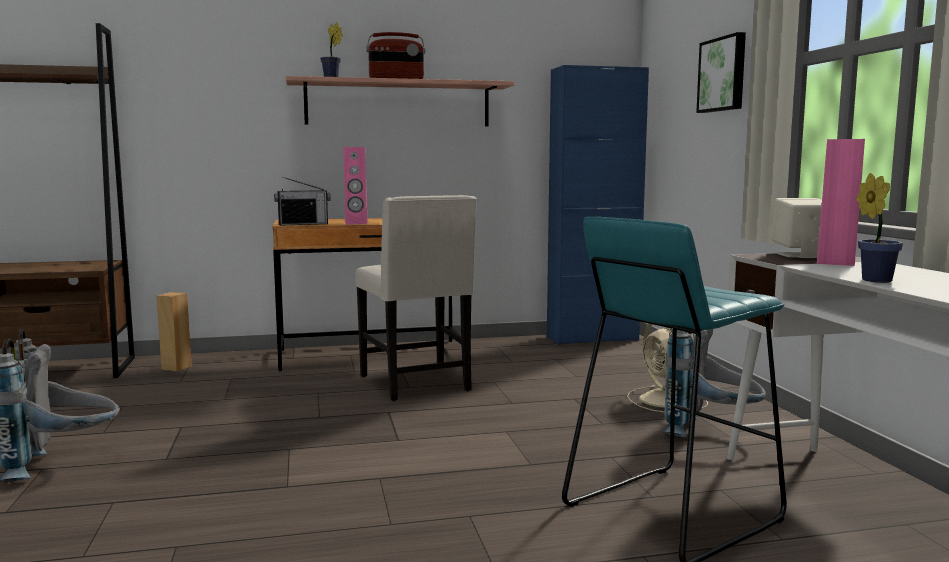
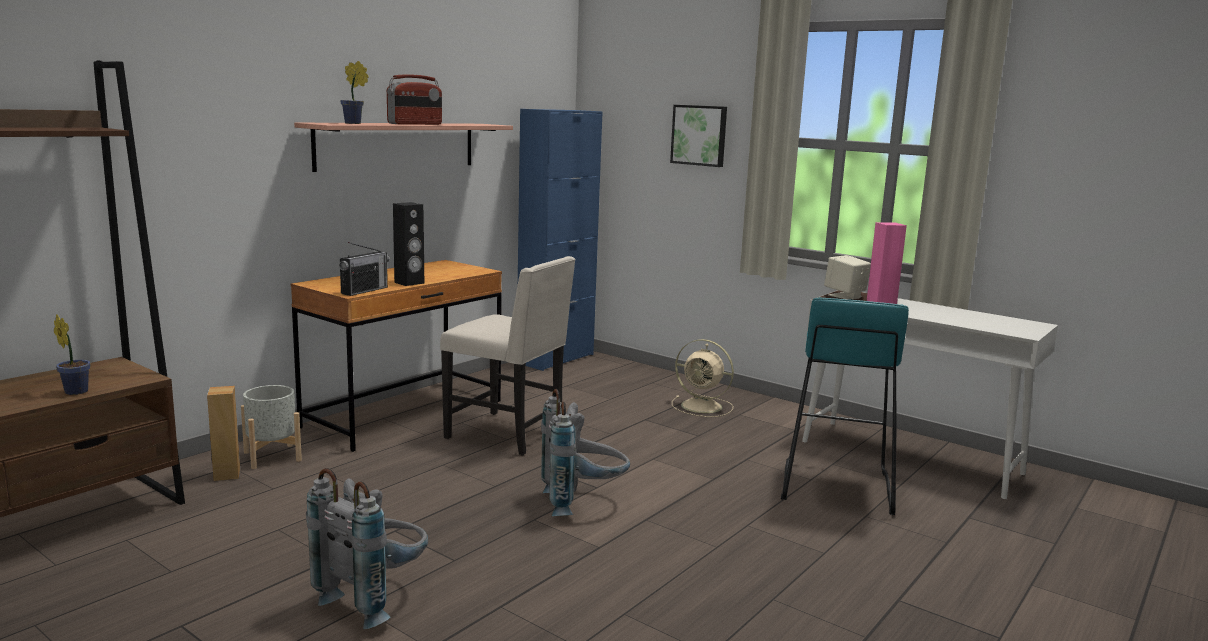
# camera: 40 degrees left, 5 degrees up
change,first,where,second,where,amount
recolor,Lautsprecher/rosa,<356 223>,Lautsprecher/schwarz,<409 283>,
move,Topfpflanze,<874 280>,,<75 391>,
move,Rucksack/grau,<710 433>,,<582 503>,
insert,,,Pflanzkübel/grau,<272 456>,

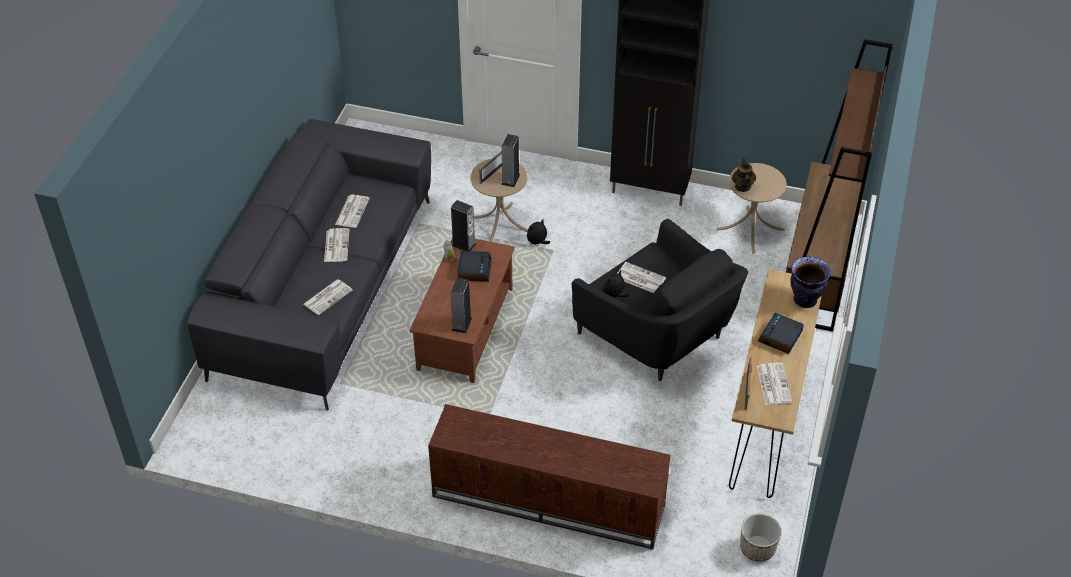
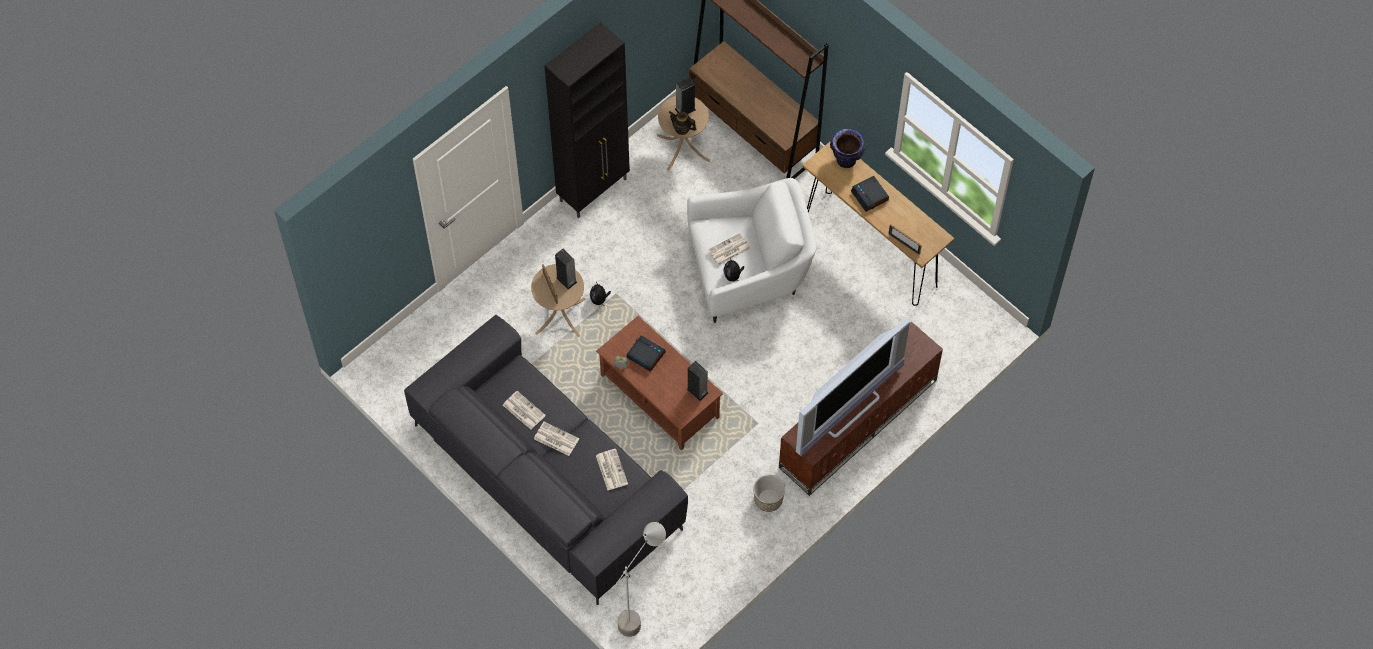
# camera: 60 degrees left, 15 degrees up
change,first,where,second,where,amount
move,Lautsprecher,<463 244>,,<685 109>,
recolor,Sessel/schwarz,<657 334>,Sessel/weiß,<749 270>,
delete,Zeitung,<773 384>,,,
move,Pflanzkübel,<757 548>,,<768 499>,
insert,,,Fernseher,<848 409>,
insert,,,Stehlampe/grau,<641 611>,

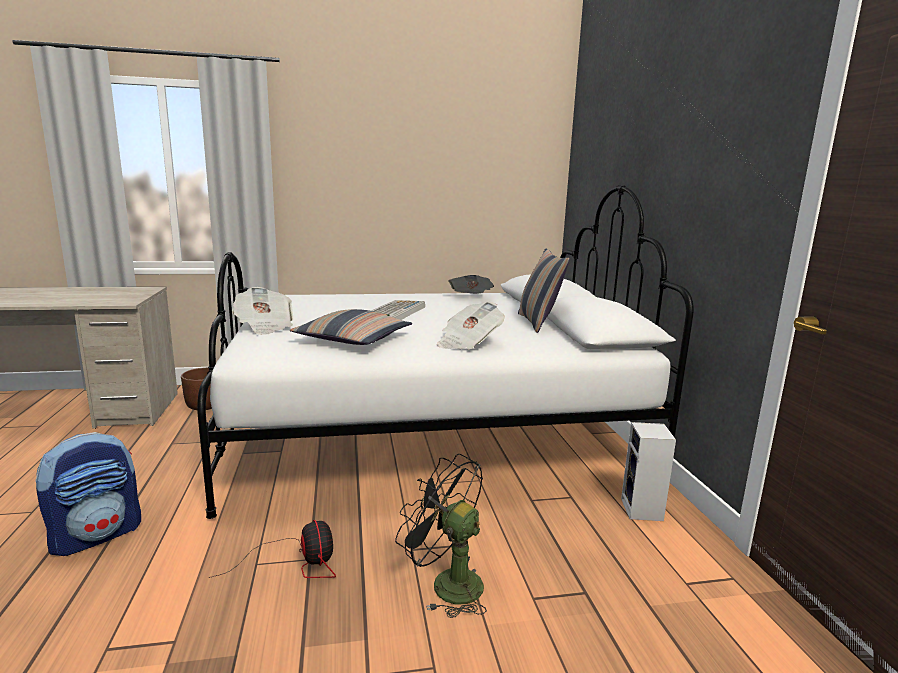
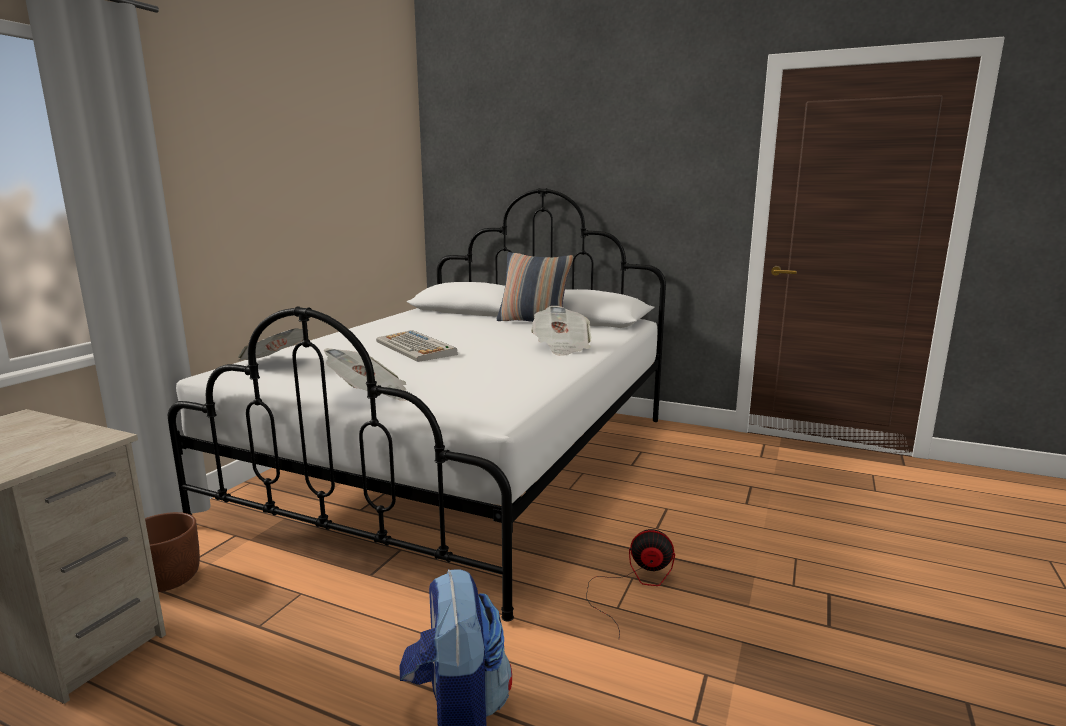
# camera: 55 degrees left, 0 degrees up
change,first,where,second,where,amount
move,Zeitung,<471 297>,,<274 363>,
delete,Kissen,<353 340>,,,
delete,Lautsprecher,<643 511>,,,
delete,Ventilator/schwarz,<447 583>,,,

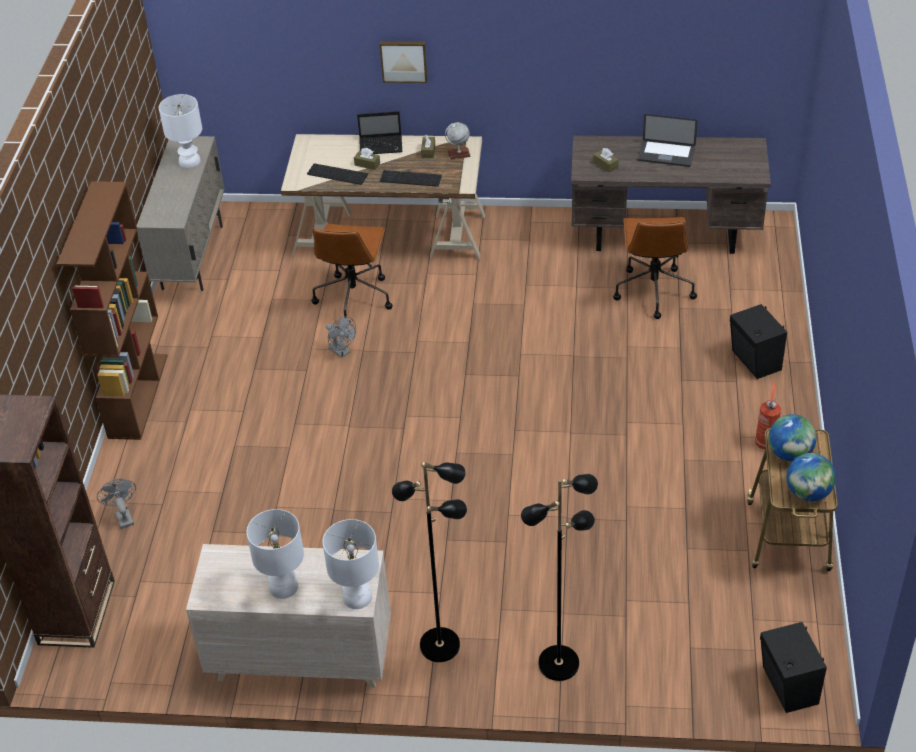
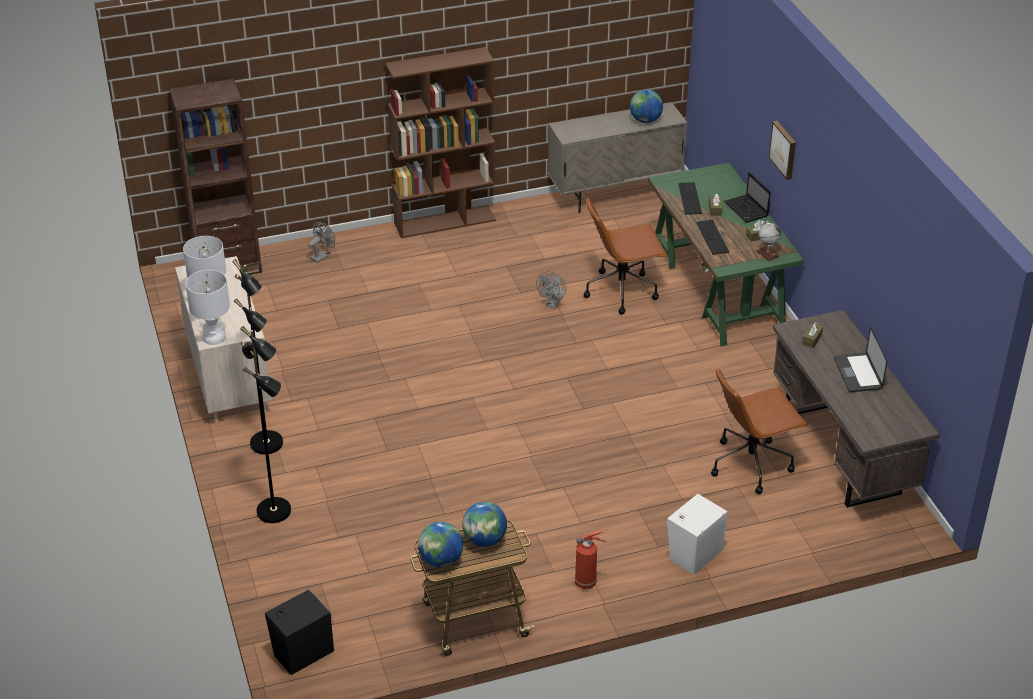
# camera: 65 degrees right, 5 degrees down
change,first,where,second,where,amount
replace,Tischlampe/weiß,<189 161>,Globus,<645 120>,
recolor,Schreibtisch/beige,<390 234>,Schreibtisch/grün,<718 286>,
recolor,Lautsprecher/schwarz,<754 361>,Lautsprecher/weiß,<693 553>,

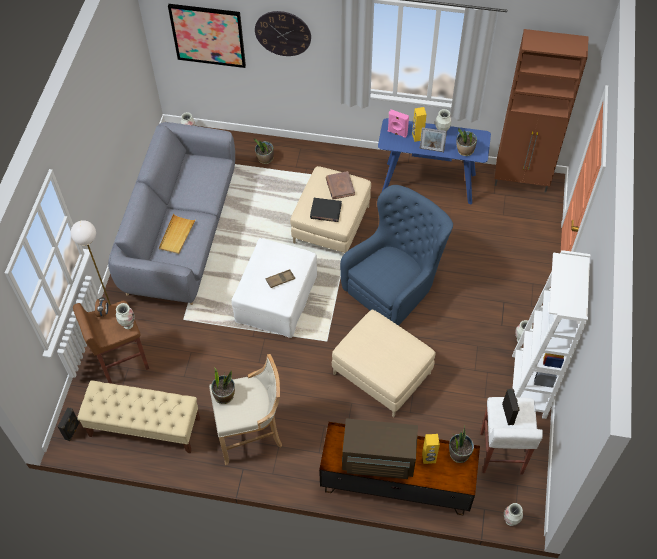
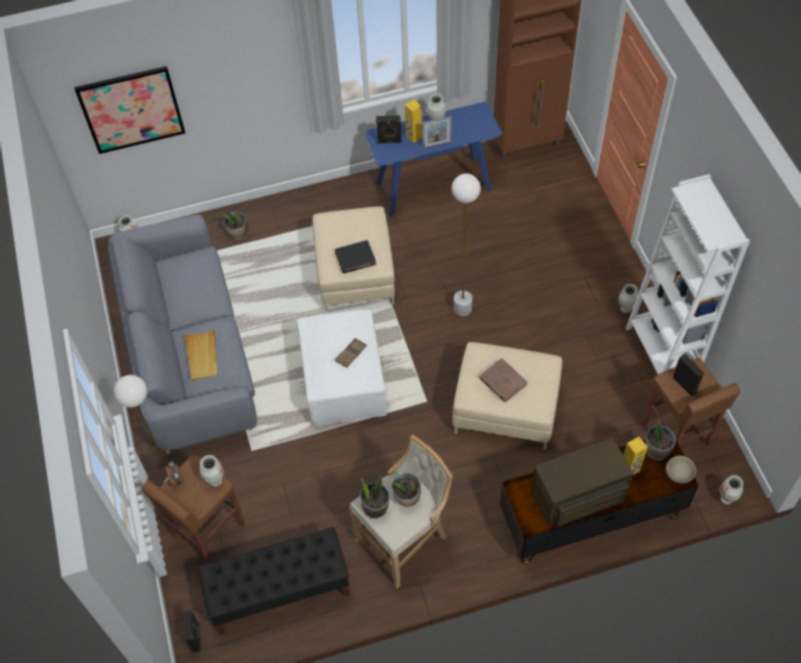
# camera: 25 degrees left, 0 degrees up
change,first,where,second,where,amount
delete,Wanduhr,<283 33>,,,
recolor,Lautsprecher/rosa,<397 133>,Lautsprecher/schwarz,<389 141>,
move,Topfpflanze,<465 150>,,<407 497>,
move,Buch/braun,<340 186>,,<502 382>,
replace,Sessel/blau,<395 284>,Stehlampe/weiß,<462 308>,
recolor,Bank/beige,<144 427>,Bank/schwarz,<279 592>,
recolor,Hocker/weiß,<500 454>,Hocker/braun,<675 435>,
insert,,,Schüssel/beige,<679 474>,

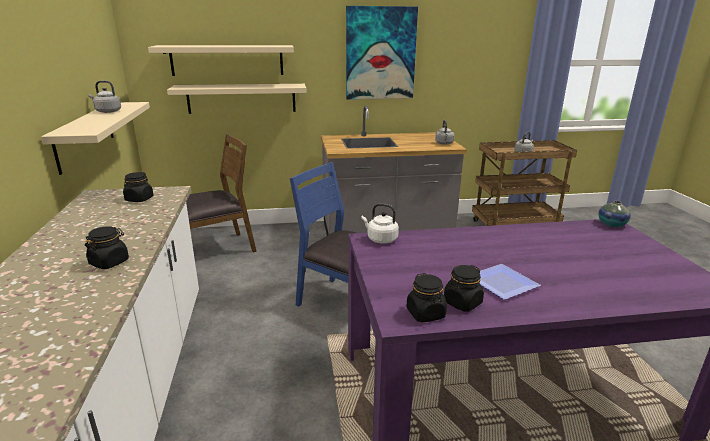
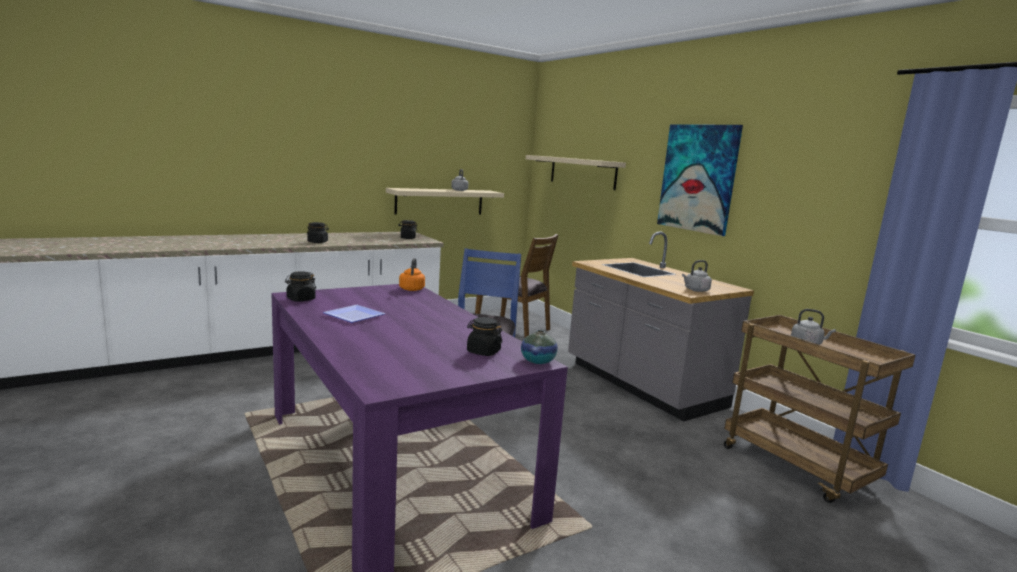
# camera: 65 degrees right, 10 degrees down
change,first,where,second,where,amount
delete,Wandregal/beige,<241 98>,,,
recolor,Wasserkessel/weiß,<380 239>,Wasserkessel/orange,<412 289>,
move,Vorratsglas/schwarz,<462 303>,,<483 352>,

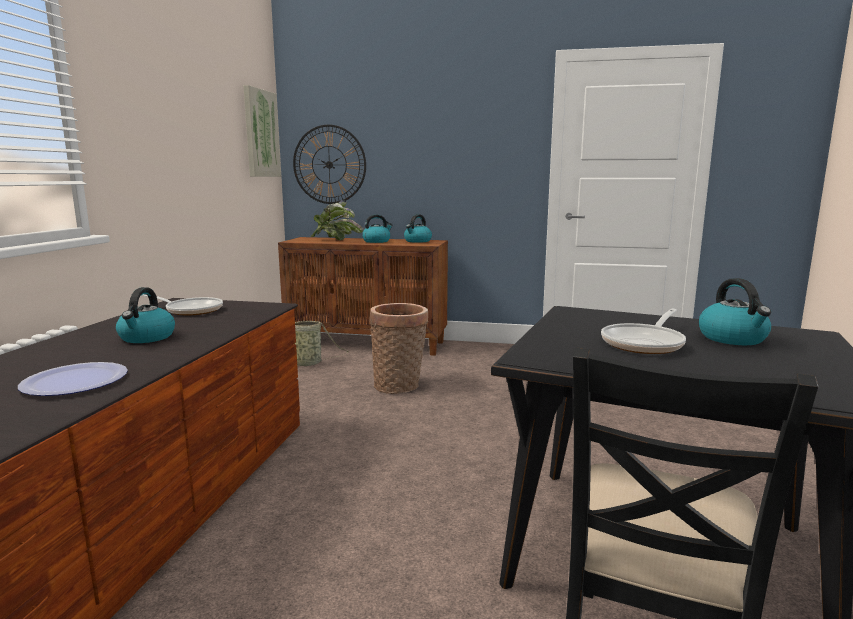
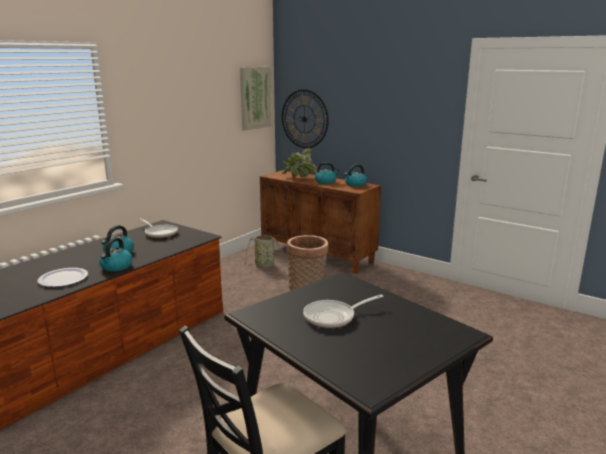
# camera: 25 degrees right, 5 degrees up
change,first,where,second,where,amount
move,Wasserkessel,<733 338>,,<116 267>,

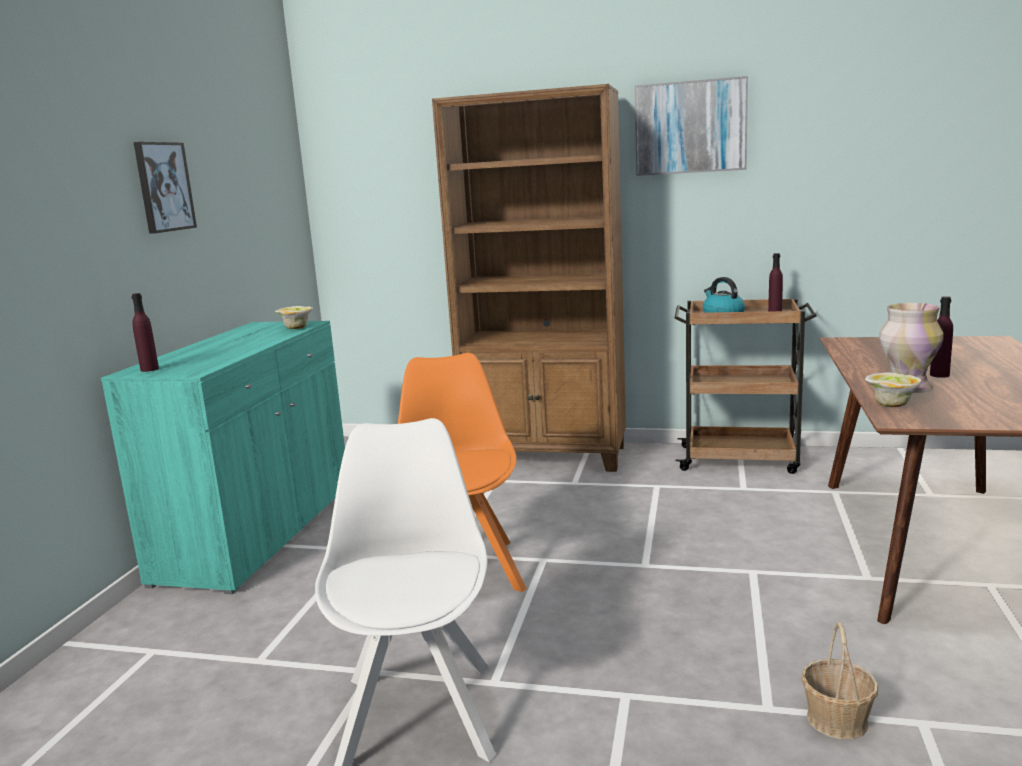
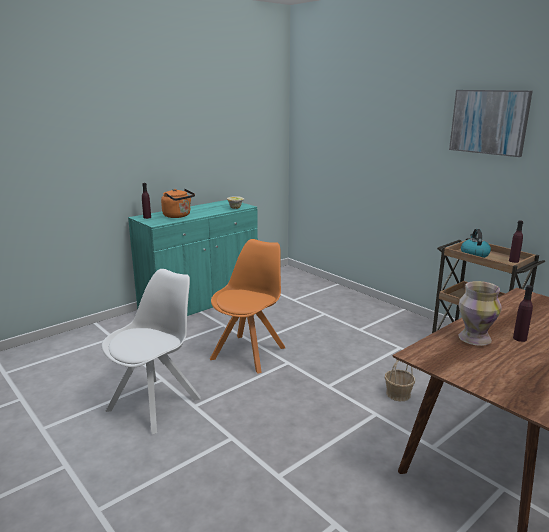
# camera: 35 degrees right, 5 degrees up
change,first,where,second,where,amount
delete,Bücherregal/braun,<547 457>,,,
delete,Bild,<163 187>,,,
delete,Schüssel,<891 405>,,,
move,Korb,<836 720>,,<398 394>,
insert,,,Wasserkessel/orange,<178 216>,

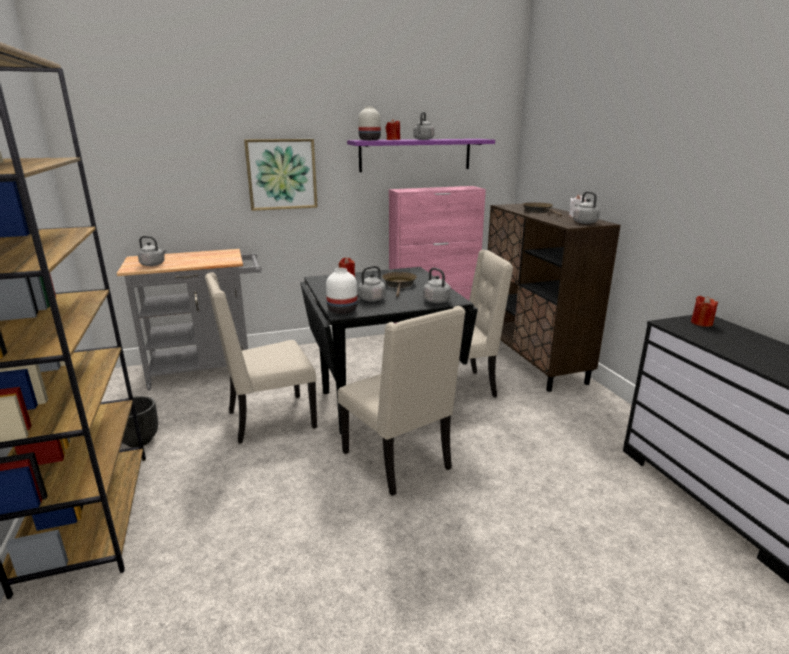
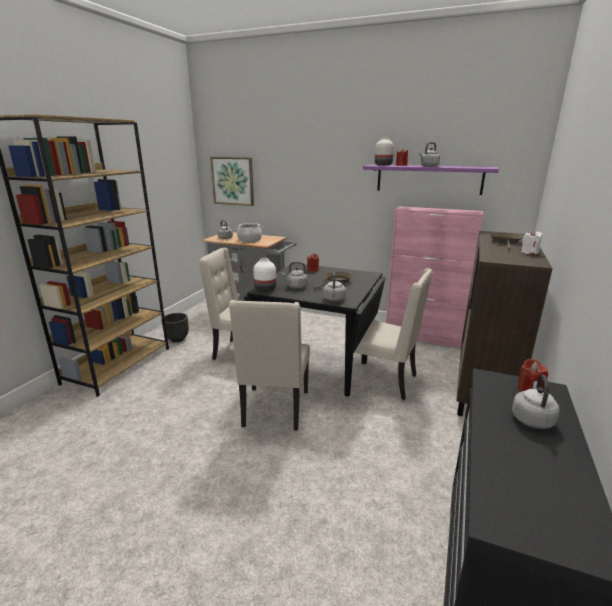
# camera: 40 degrees right, 0 degrees up
change,first,where,second,where,amount
move,Bild,<281 174>,,<233 181>,
move,Wasserkessel/grau,<584 222>,,<532 418>,
insert,,,Kochtopf,<249 240>,

